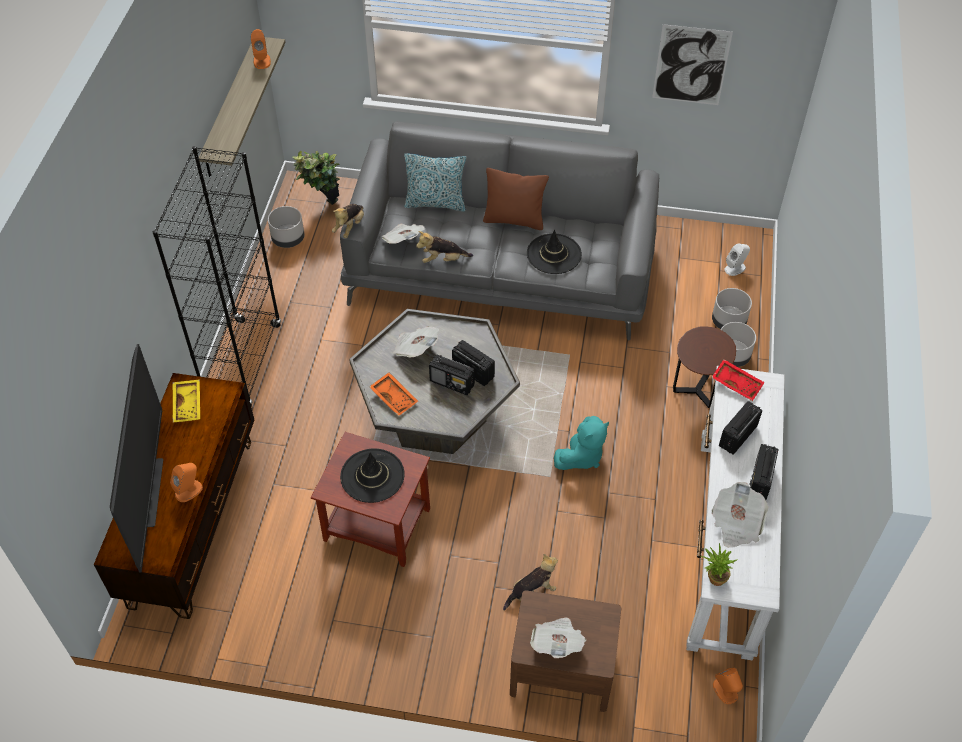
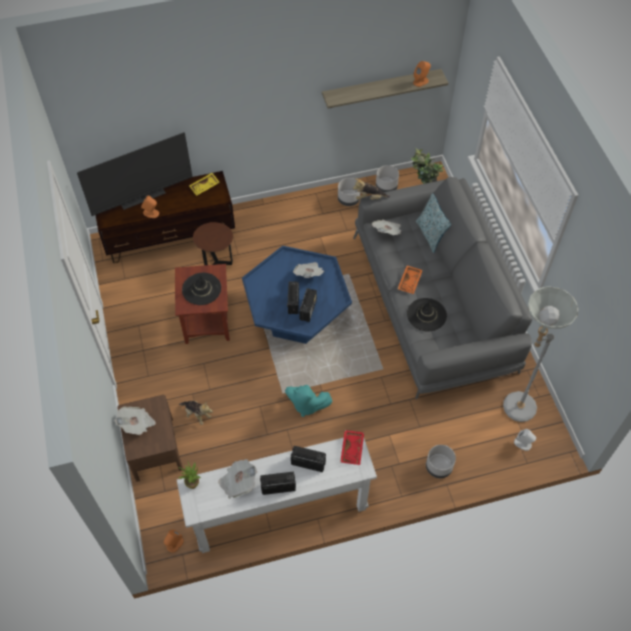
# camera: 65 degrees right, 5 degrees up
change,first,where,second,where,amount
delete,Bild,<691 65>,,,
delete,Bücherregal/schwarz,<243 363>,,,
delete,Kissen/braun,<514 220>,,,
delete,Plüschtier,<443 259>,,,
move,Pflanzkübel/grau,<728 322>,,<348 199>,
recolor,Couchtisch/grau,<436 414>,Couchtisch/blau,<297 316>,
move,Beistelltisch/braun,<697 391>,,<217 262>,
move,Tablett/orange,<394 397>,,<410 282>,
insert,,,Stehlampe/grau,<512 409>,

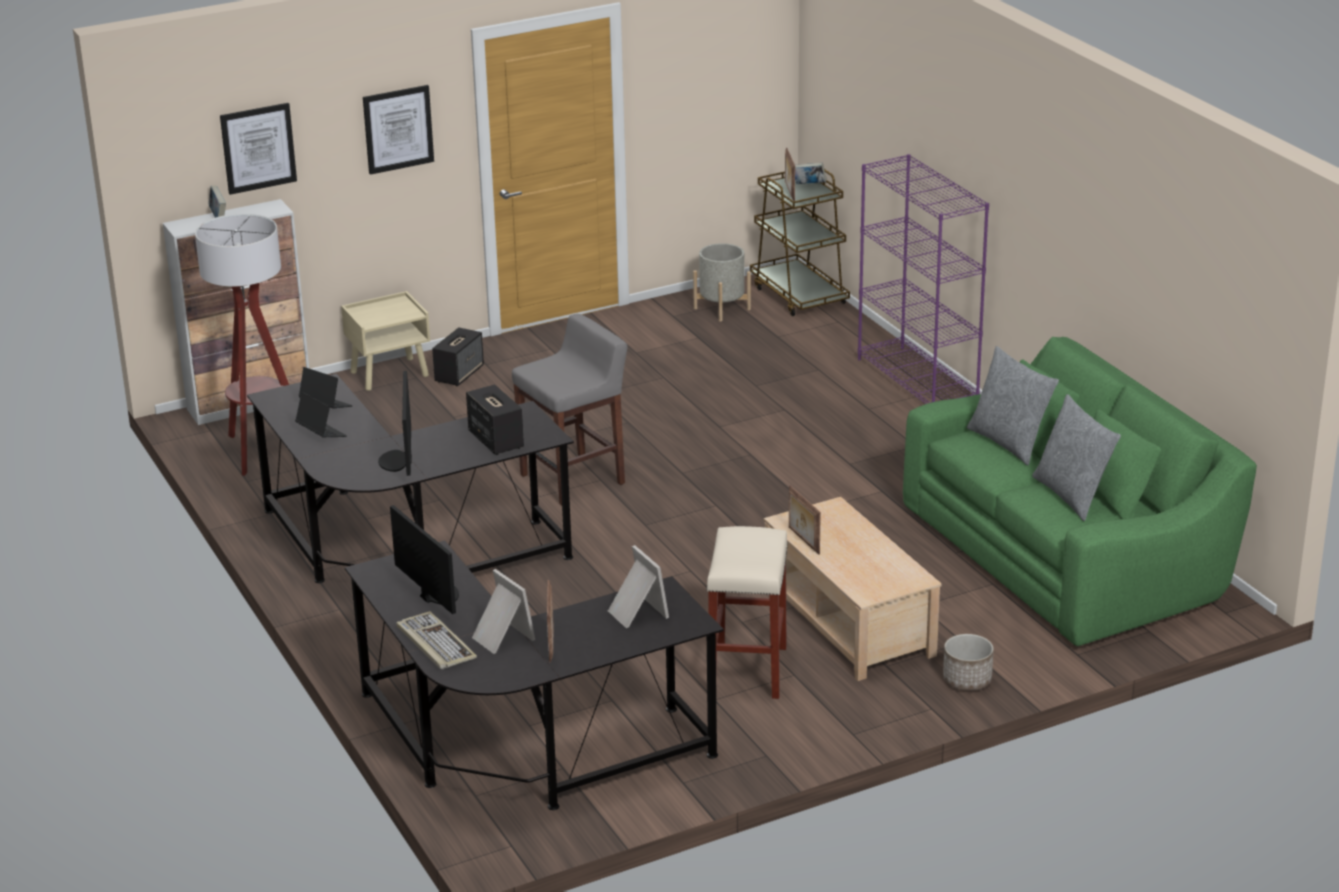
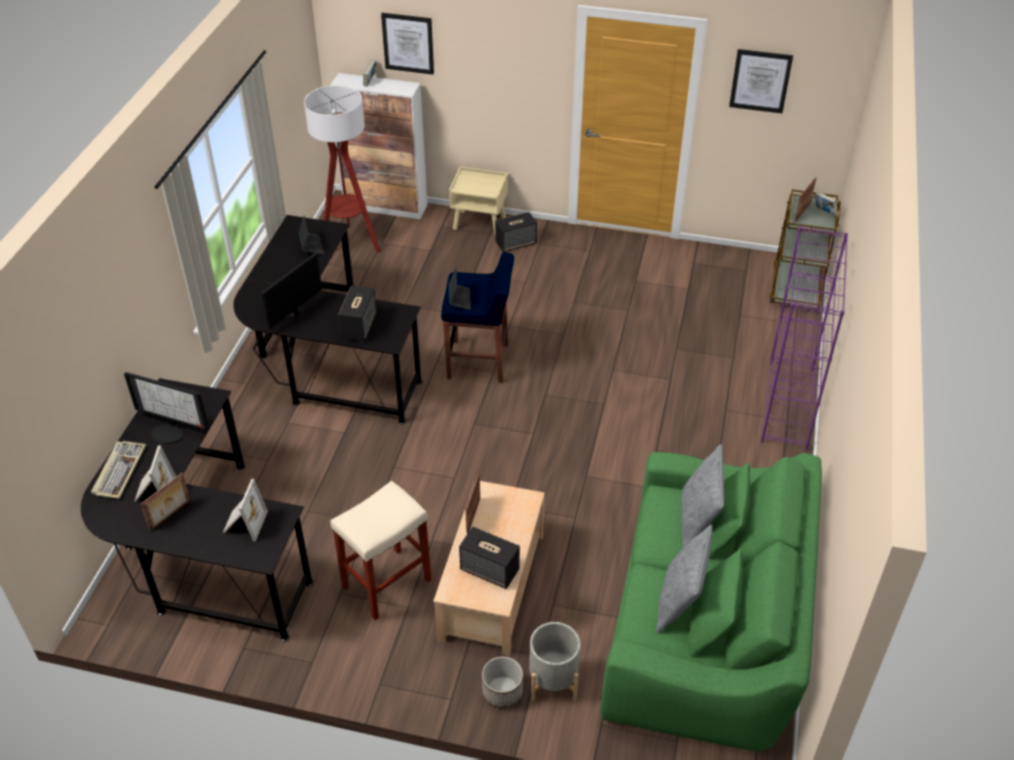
# camera: 40 degrees right, 15 degrees up
change,first,where,second,where,amount
move,Bild,<398 129>,,<760 81>,
move,Pflanzkübel/grau,<722 309>,,<553 680>,
recolor,Hocker/grau,<574 479>,Hocker/blau,<479 362>,
move,Laptop,<321 433>,,<459 299>,
rotate,Monitor,<435 595>,,<169 431>,105 degrees clockwise
insert,,,Lautsprecher,<490 570>,

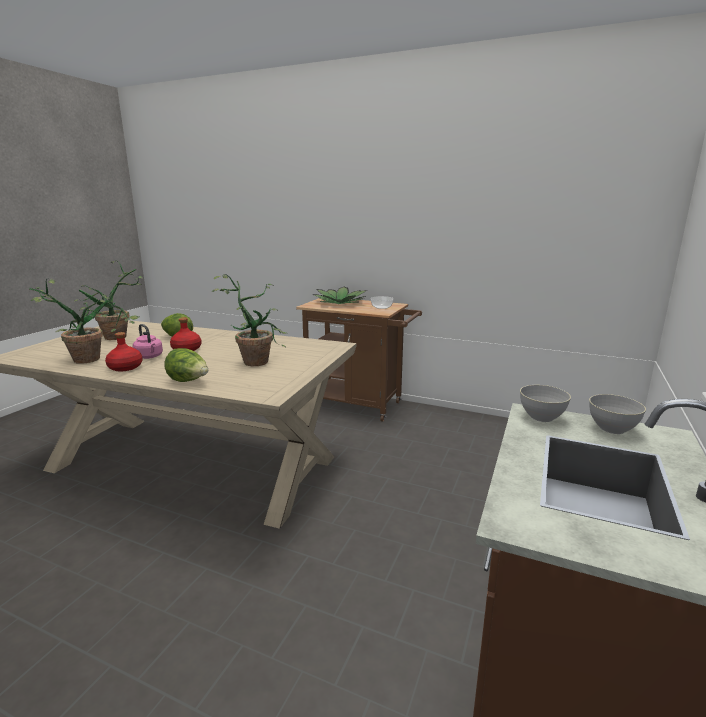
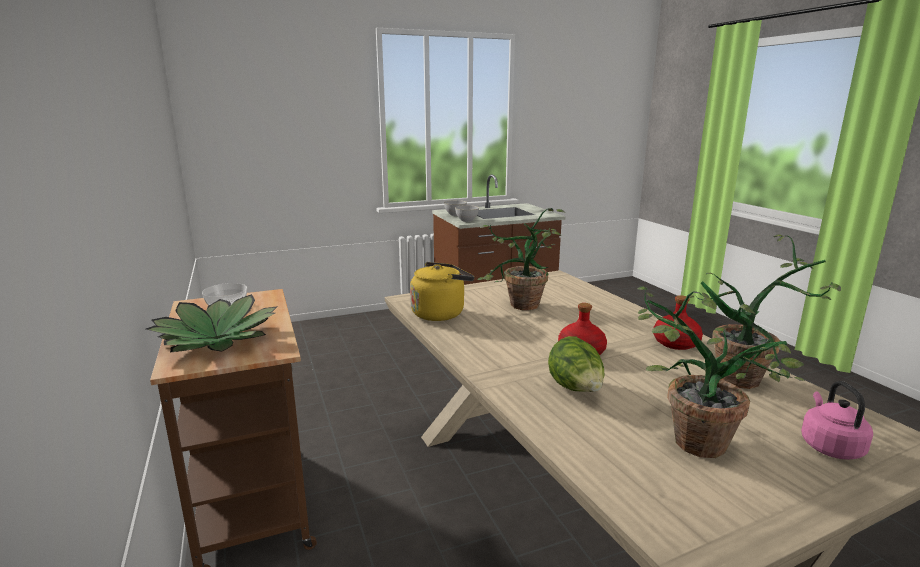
# camera: 135 degrees left, 0 degrees up
change,first,where,second,where,amount
move,Wasserkessel/rosa,<149 357>,,<829 446>,
delete,Salatkopf,<189 381>,,,
insert,,,Wasserkessel/gelb,<440 313>,

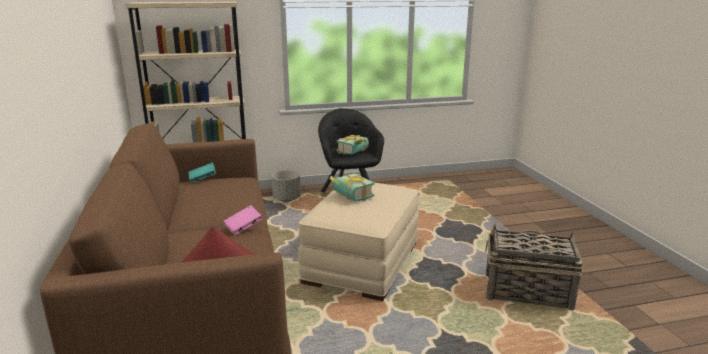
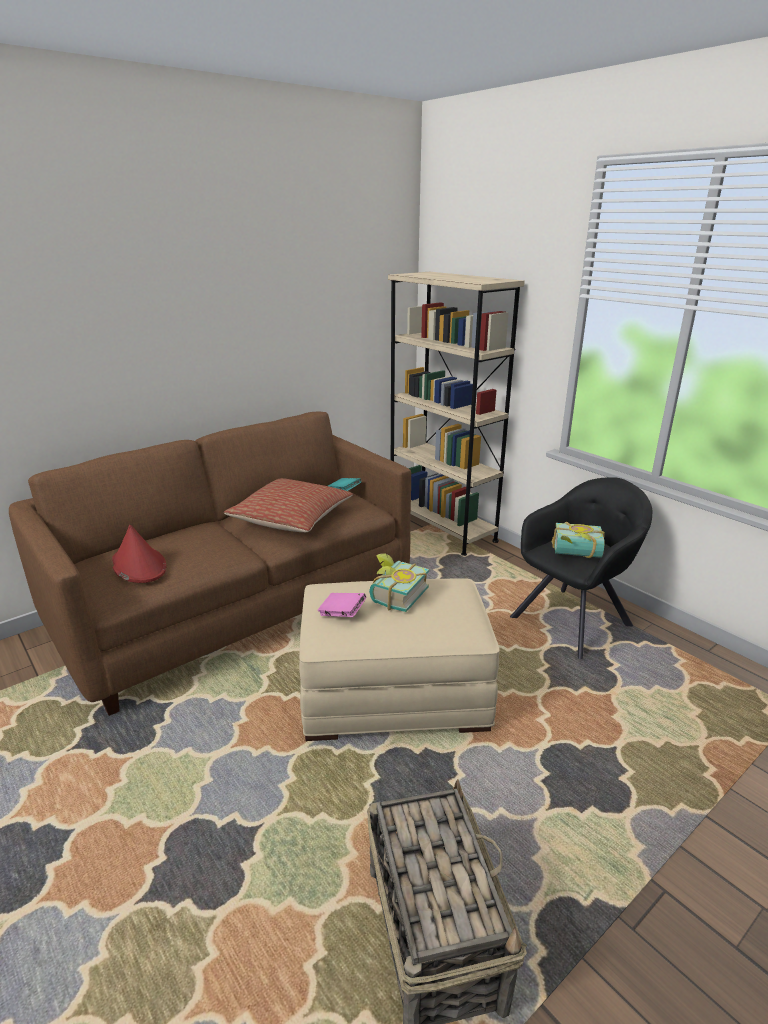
# camera: 65 degrees right, 5 degrees up
change,first,where,second,where,amount
delete,Pflanzkübel/grau,<287 199>,,,
move,Buch/rosa,<243 228>,,<342 614>,
insert,,,Kissen,<291 518>,

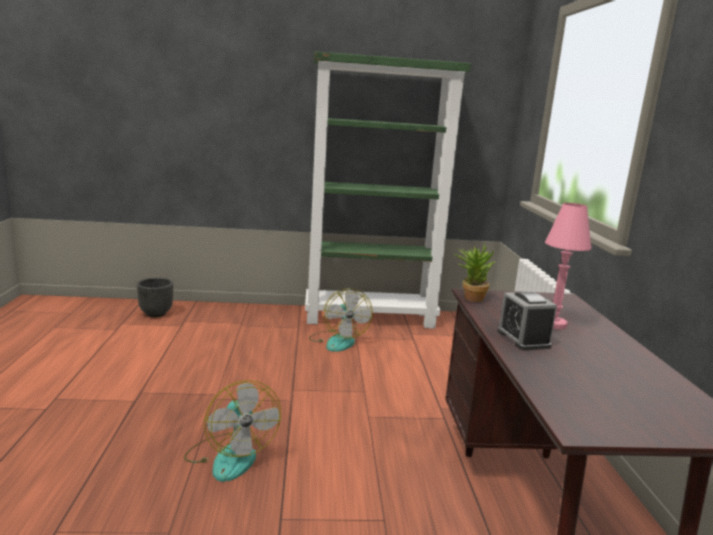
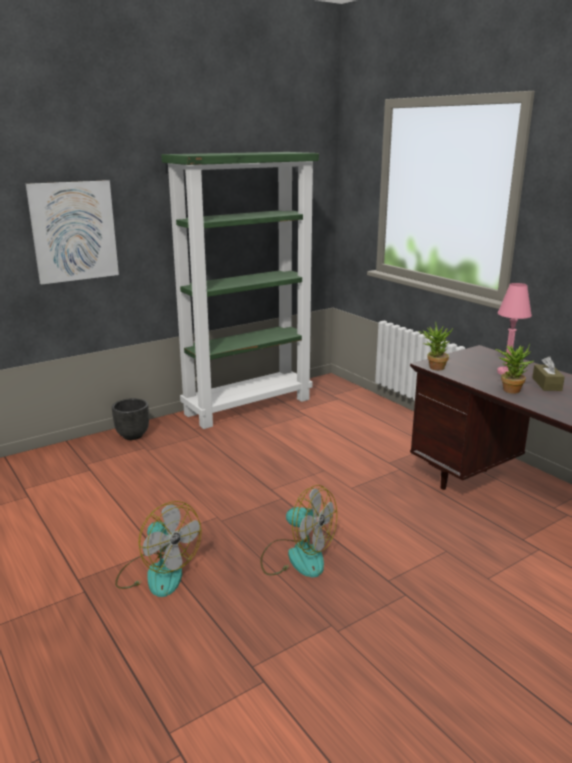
# camera: 30 degrees left, 5 degrees up
change,first,where,second,where,amount
move,Pflanzkübel/schwarz,<156 313>,,<133 435>,
move,Ventilator,<338 340>,,<157 573>,
replace,Wecker,<523 339>,Topfpflanze,<510 389>,
insert,,,Bild,<74 231>,
insert,,,Taschentuchbox/braun,<546 384>,

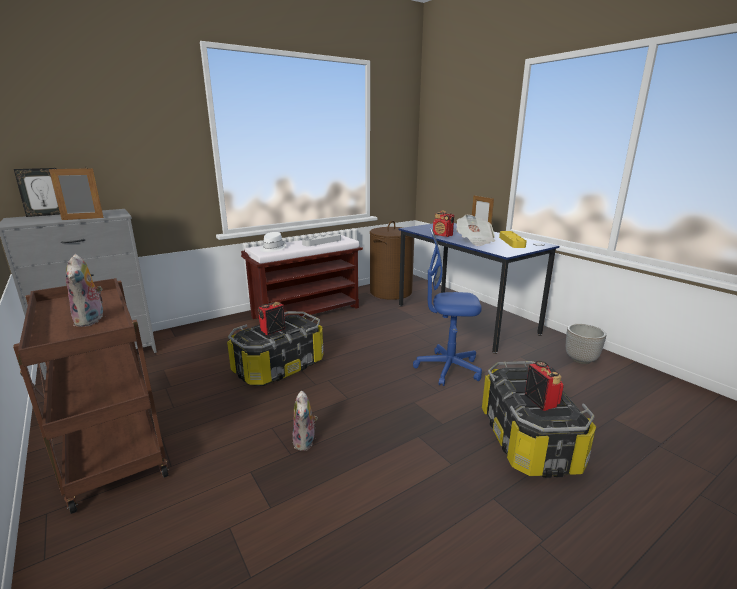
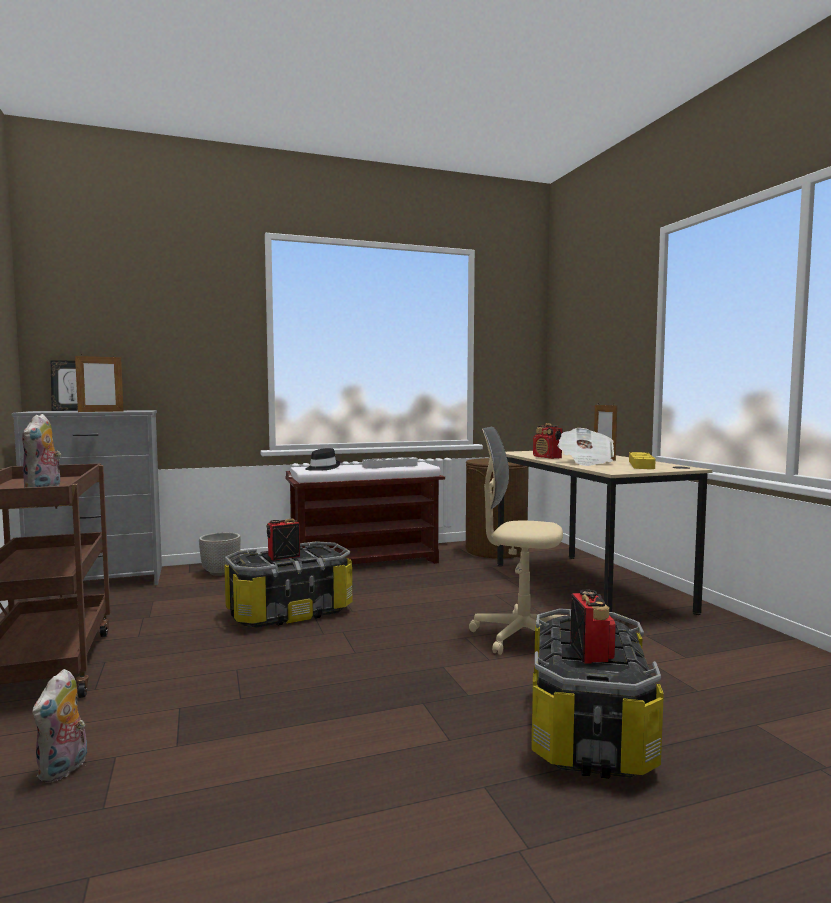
# camera: 15 degrees right, 15 degrees down
change,first,where,second,where,amount
rotate,Bilderrahmen,<83 219>,,<101 411>,150 degrees clockwise
recolor,Schreibtisch/blau,<464 319>,Schreibtisch/beige,<586 586>,
recolor,Bürostuhl/blau,<448 368>,Bürostuhl/beige,<520 637>,
recolor,Hut/weiß,<272 248>,Hut/schwarz,<321 468>,
move,Pflanzkübel,<581 360>,,<221 573>,
move,Plüschtier,<305 442>,,<64 769>,

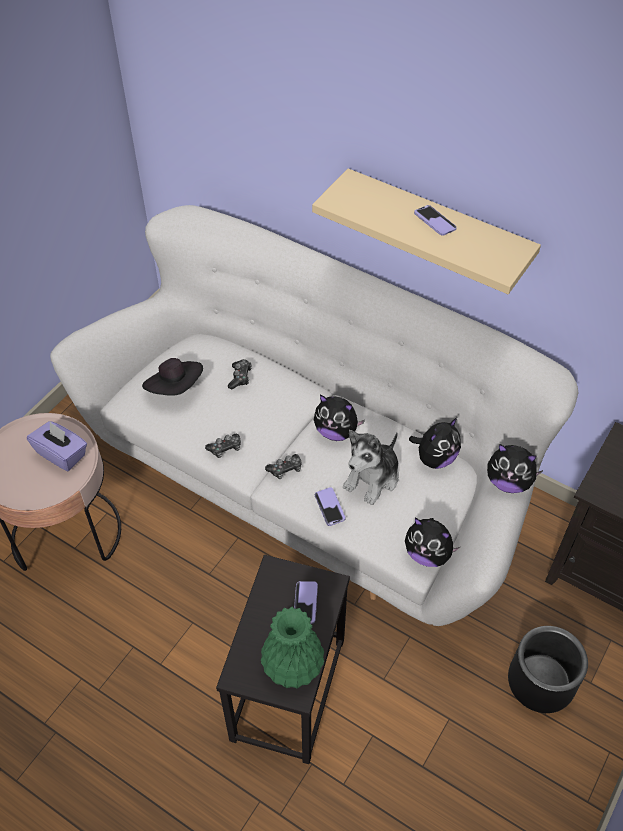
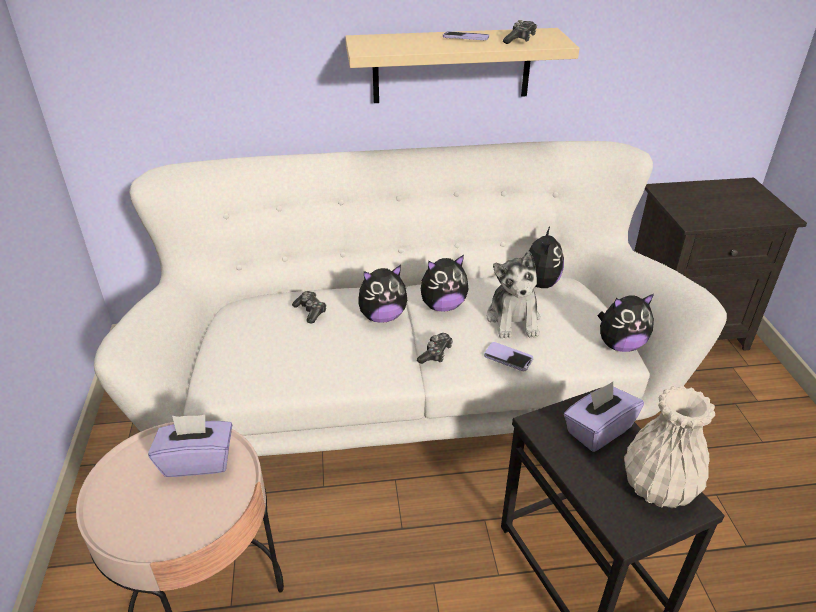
# camera: 40 degrees left, 15 degrees down
change,first,where,second,where,amount
delete,Hut/schwarz,<175 388>,,,
move,Gamepad,<225 448>,,<520 40>,
move,Plüschtier,<508 482>,,<382 317>,
replace,Handy,<305 603>,Taschentuchbox/lila,<598 430>,
recolor,Vase/grün,<292 665>,Vase/weiß,<657 487>,
delete,Pflanzkübel/schwarz,<541 682>,,,

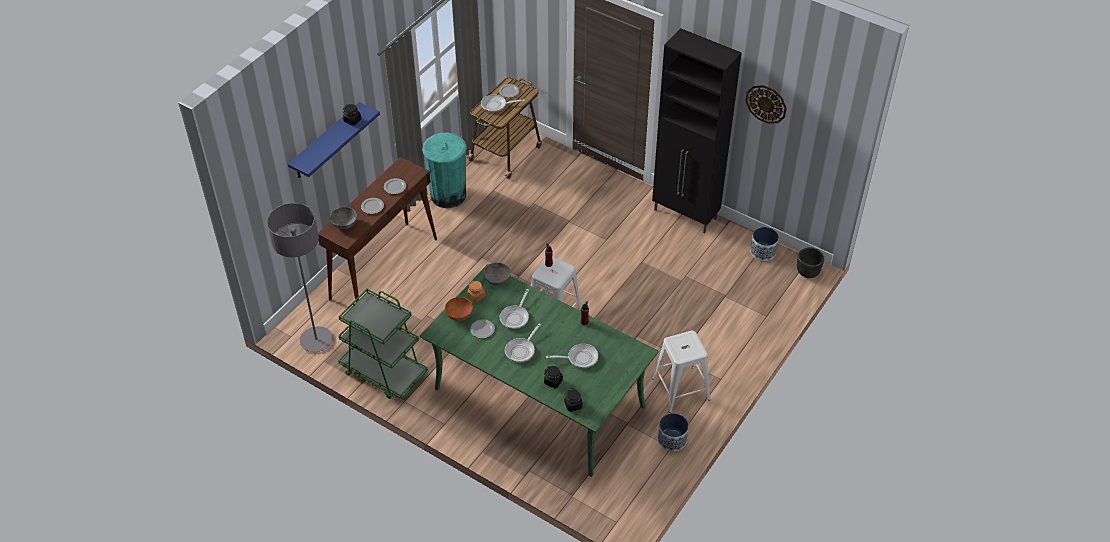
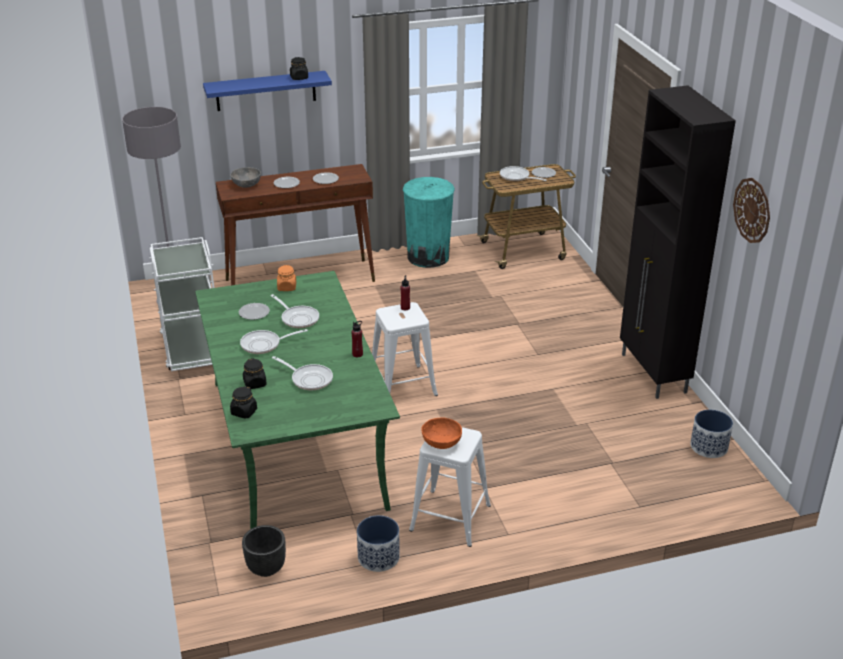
# camera: 40 degrees right, 15 degrees down
change,first,where,second,where,amount
move,Pflanzkübel/schwarz,<807 272>,,<266 567>,
delete,Schüssel/grau,<497 279>,,,
recolor,Rollwagen/grün,<383 372>,Rollwagen/weiß,<193 349>,
rotate,Pfanne,<515 317>,,<298 318>,105 degrees counterclockwise
move,Schüssel/orange,<459 314>,,<441 442>,

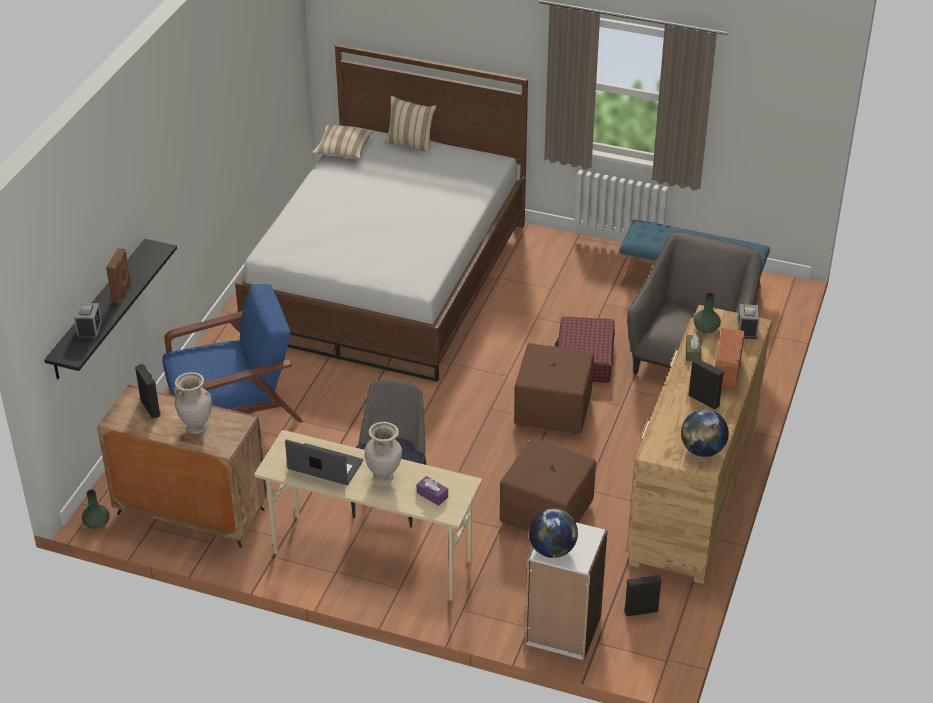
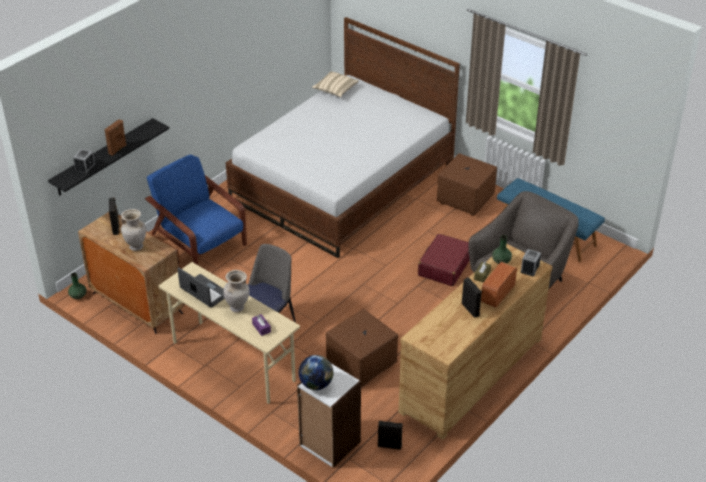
# camera: 20 degrees right, 0 degrees up
change,first,where,second,where,amount
delete,Kissen/beige,<411 144>,,,
rotate,Sessel/blau,<232 405>,,<199 242>,135 degrees counterclockwise
move,Polsterhocker/braun,<553 412>,,<465 200>,
delete,Globus,<702 450>,,,

